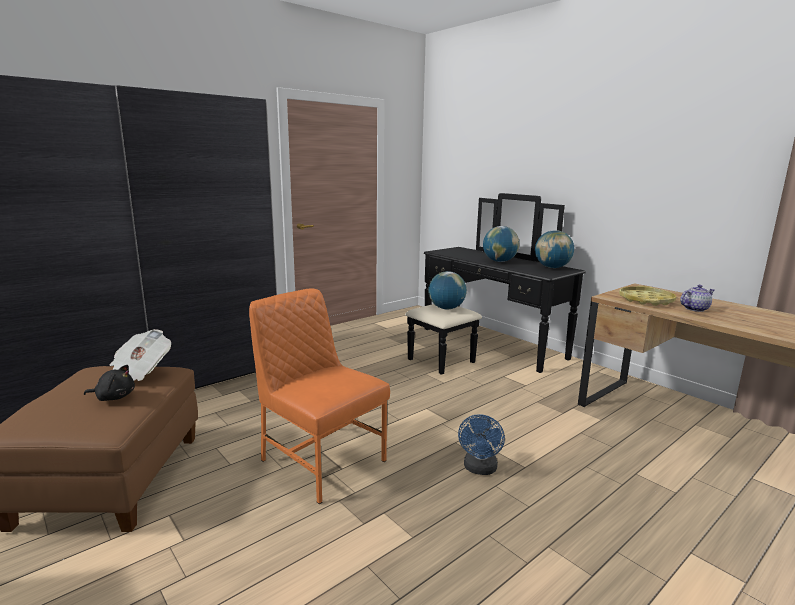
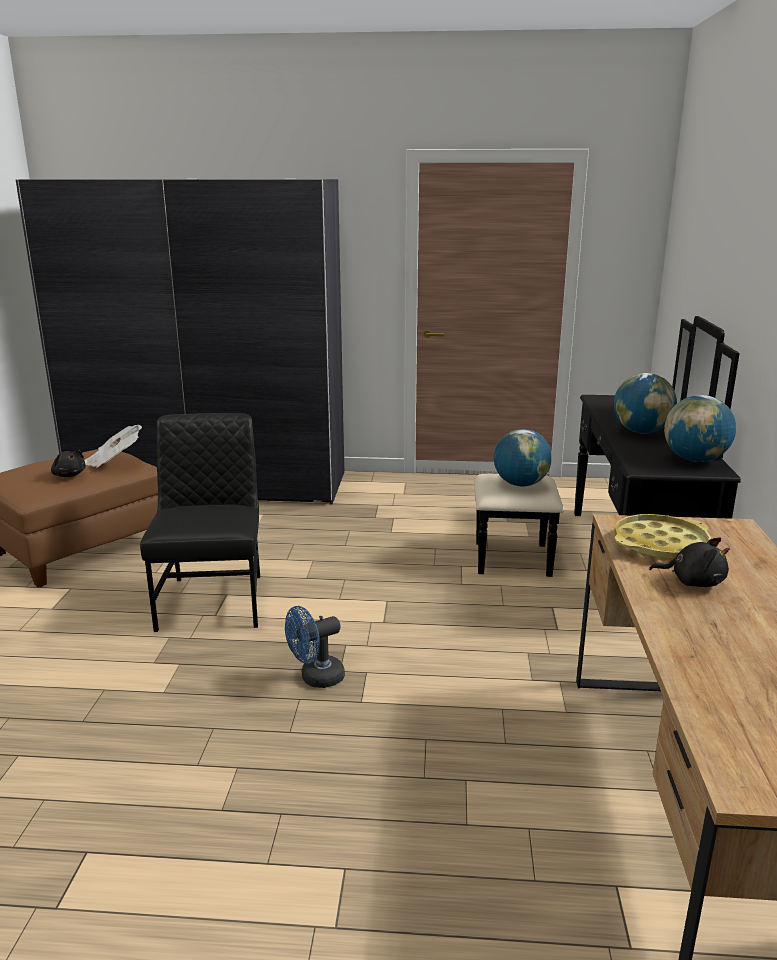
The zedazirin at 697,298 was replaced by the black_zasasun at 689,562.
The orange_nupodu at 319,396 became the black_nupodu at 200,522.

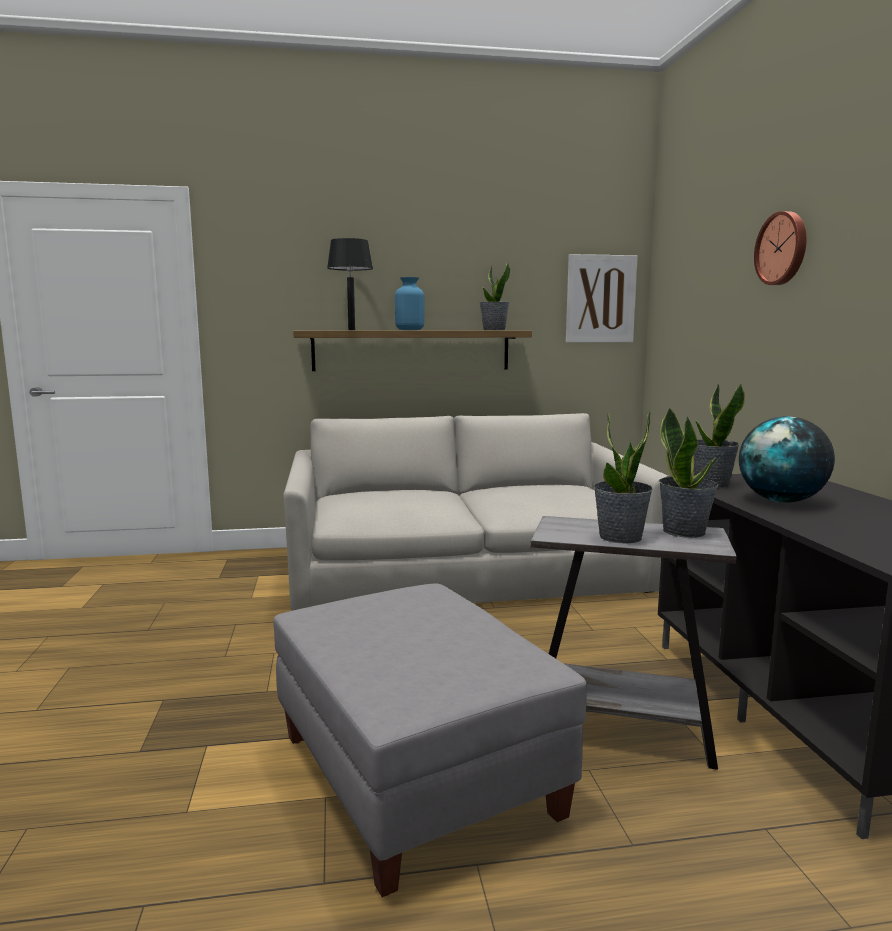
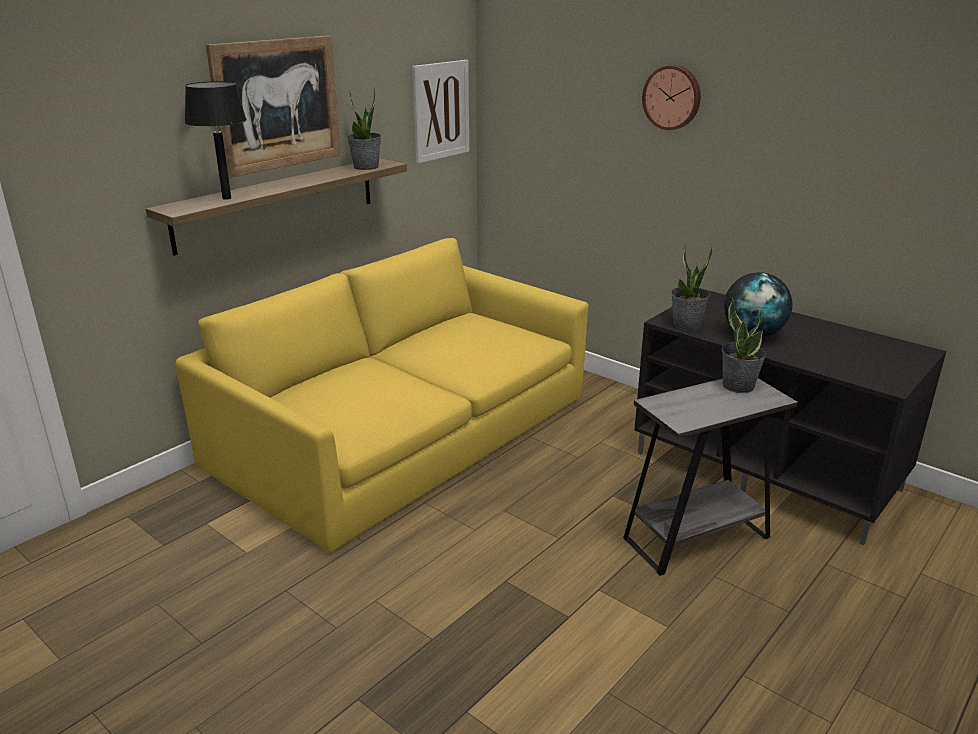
The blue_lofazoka at 410,303 disappeared.
The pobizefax at 623,477 disappeared.
The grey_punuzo at 475,512 became the yellow_punuzo at 382,395.
The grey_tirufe at 430,740 disappeared.
The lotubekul at 273,107 appeared.

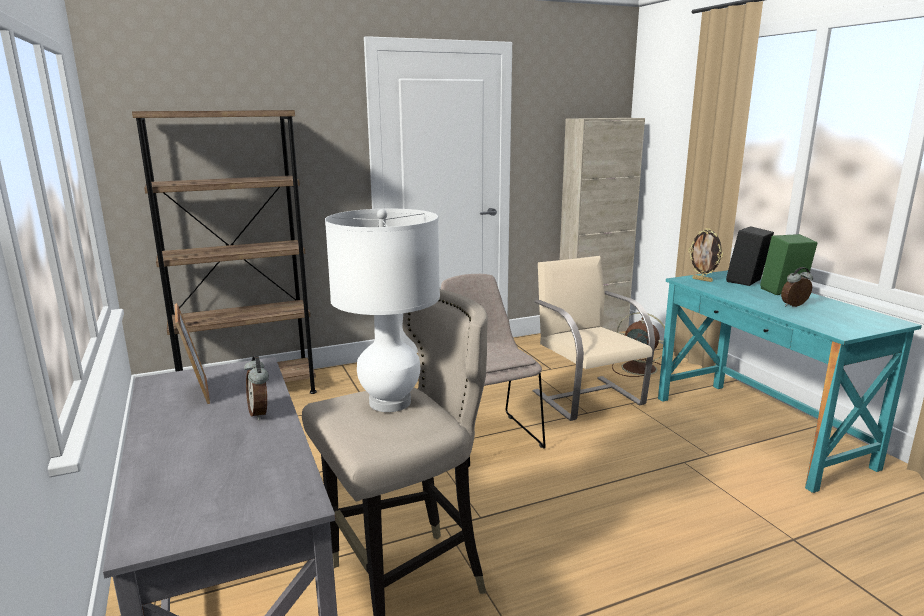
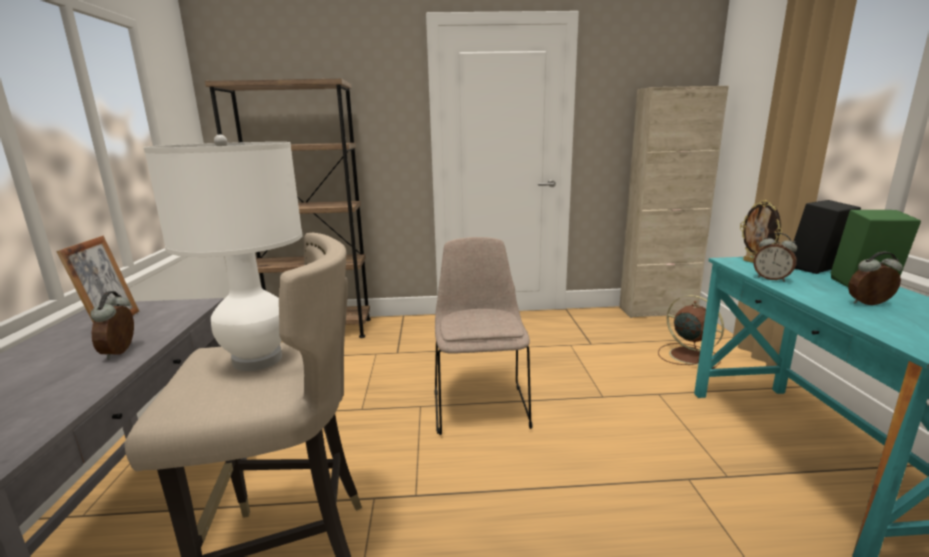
The beige_nupodu at 594,338 disappeared.
The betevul at 775,257 appeared.

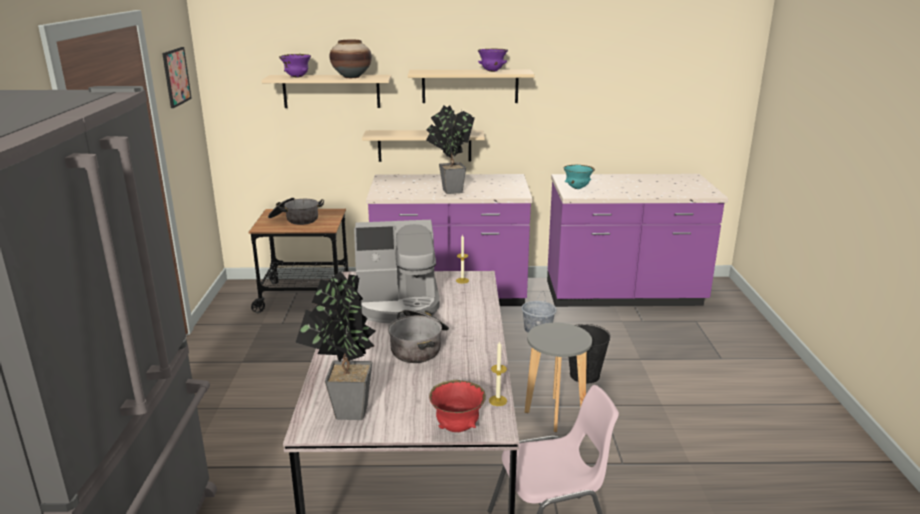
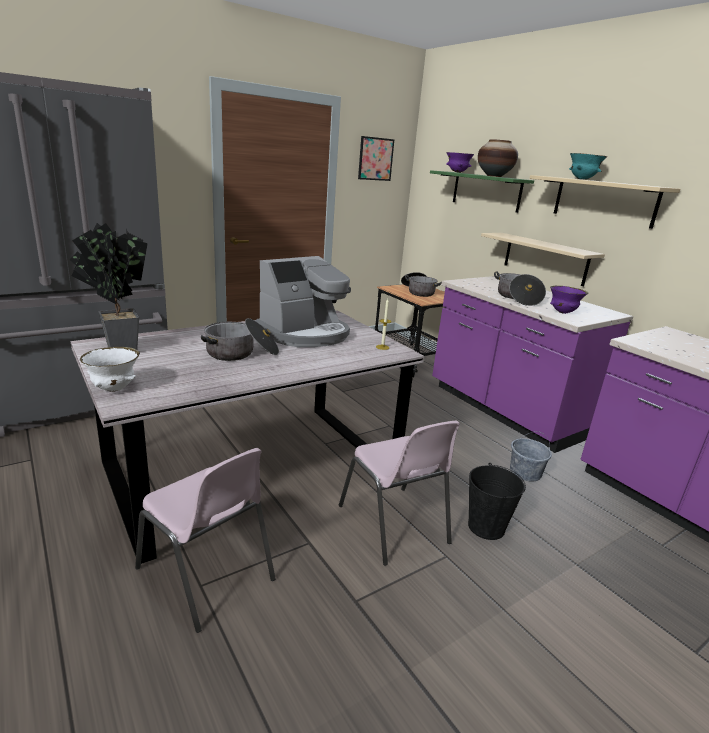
The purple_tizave moved from 492,60 to 569,300.
The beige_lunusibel at 326,91 became the green_lunusibel at 482,191.
The pobizefax at 450,149 was replaced by the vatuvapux at 520,288.
The turquoise_tizave moved from 579,177 to 588,166.
The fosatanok at 396,271 turned 90 degrees counterclockwise.
The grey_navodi at 558,377 was replaced by the pink_nupodu at 399,493.
The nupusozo at 498,373 disappeared.
The red_tizave at 457,406 became the white_tizave at 110,369.

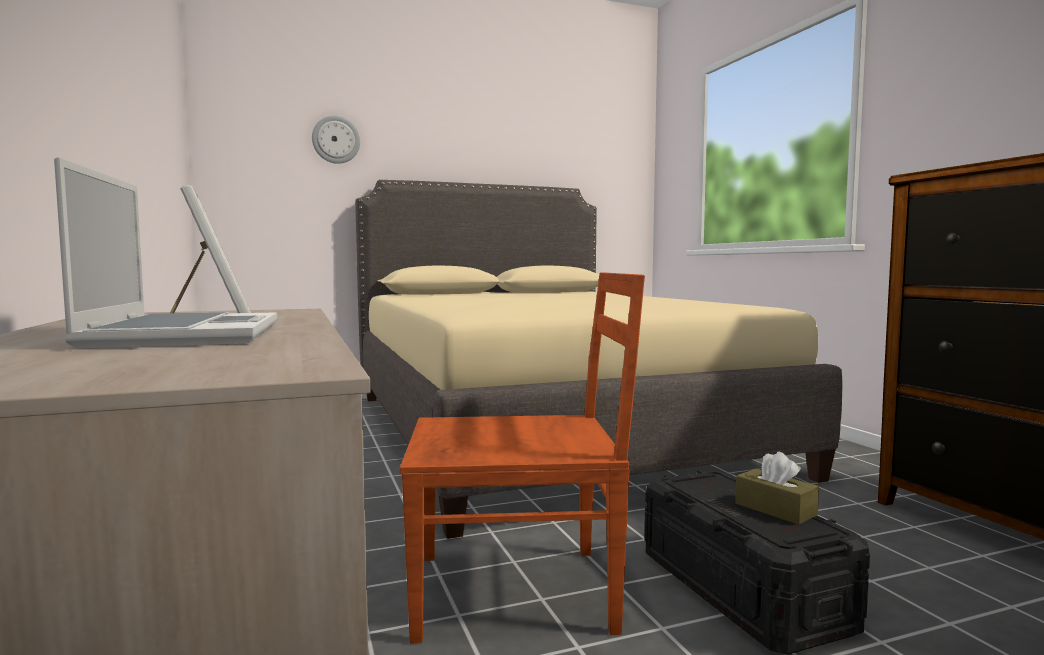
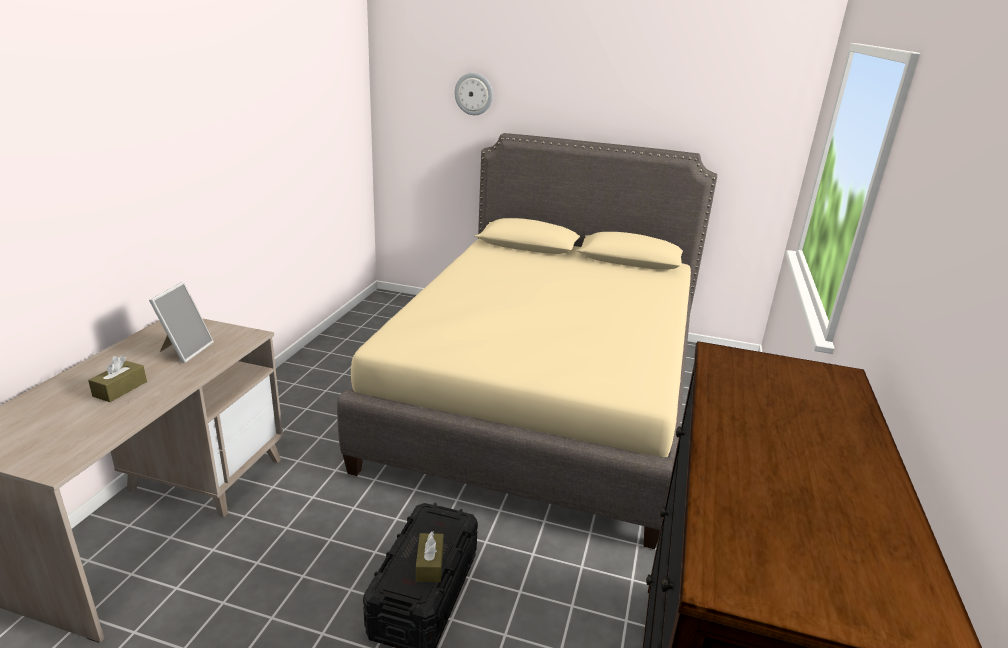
The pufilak at 165,253 was replaced by the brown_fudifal at 117,378.
The brown_nupodu at 522,458 disappeared.

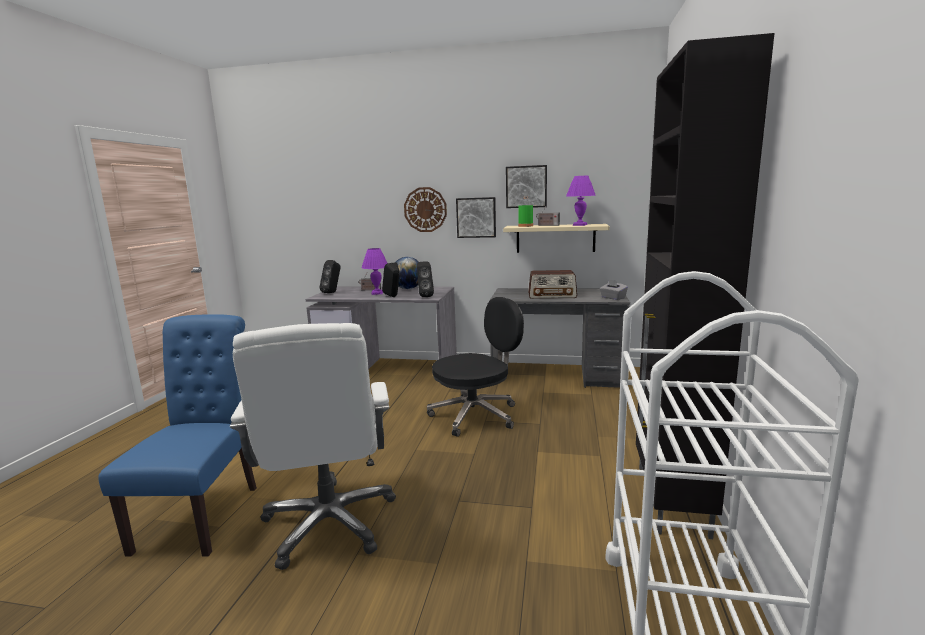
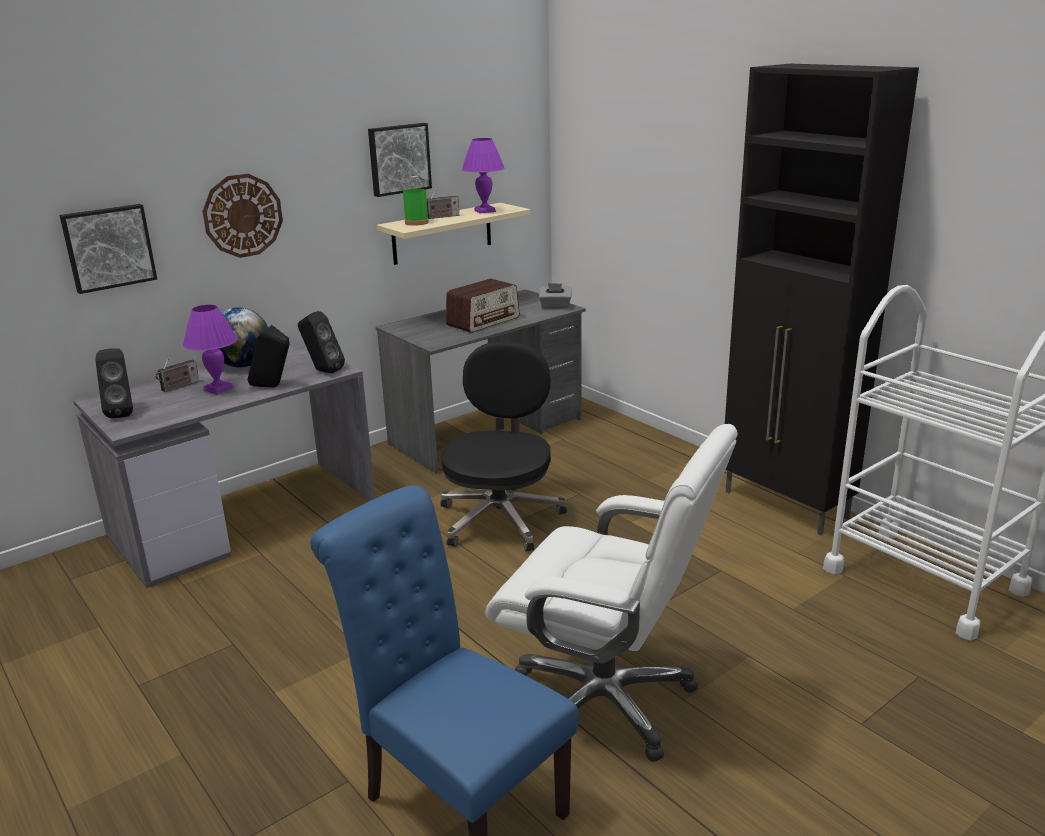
The lotubekul moved from 476,217 to 108,249.

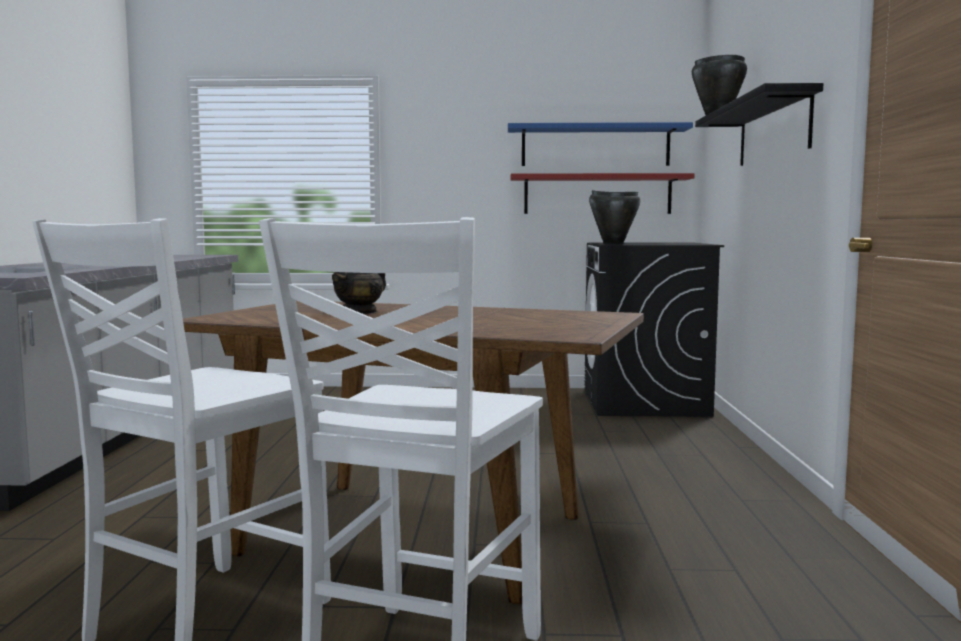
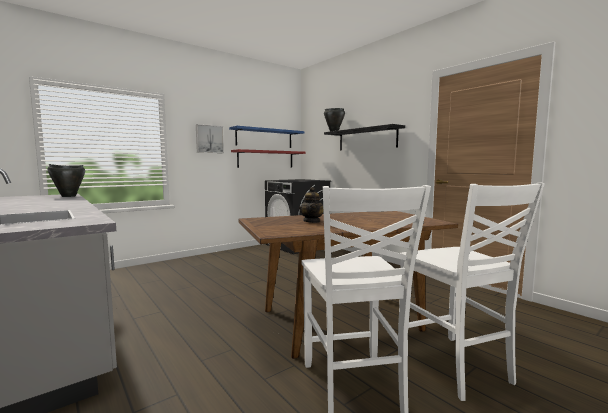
The black_vatuvapux moved from 614,217 to 66,180.
The lotubekul at 210,138 appeared.

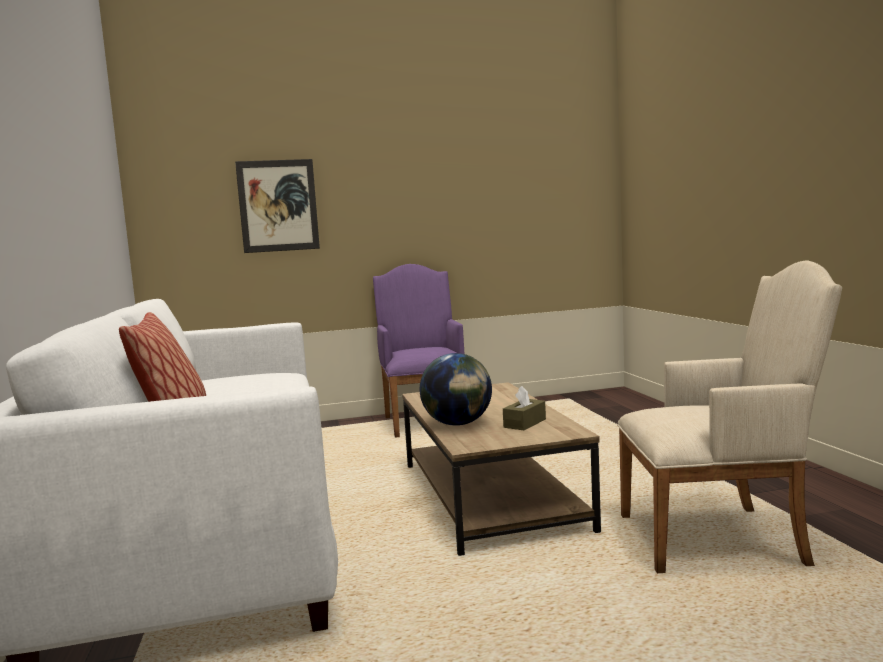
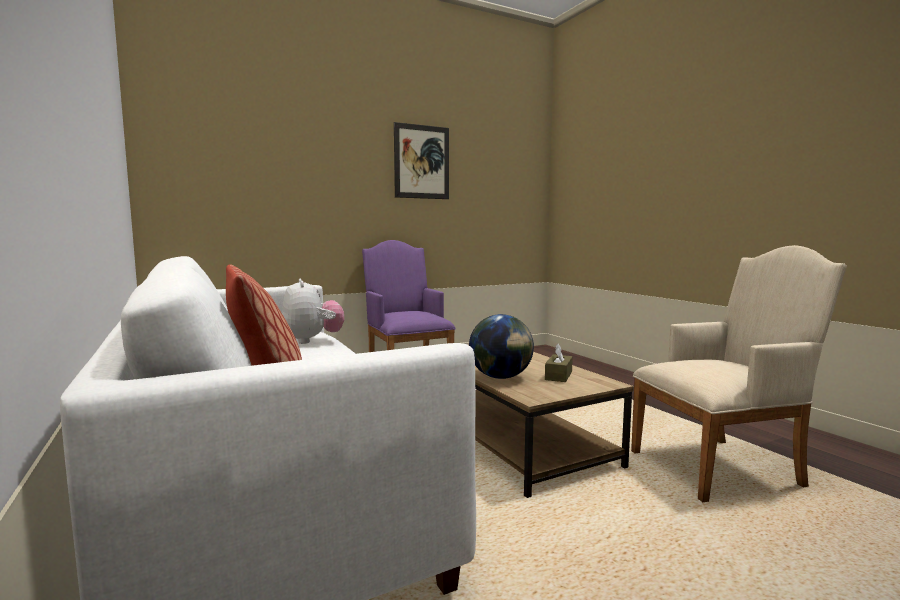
The lotubekul moved from 277,206 to 421,160.
The zasasun at 313,311 appeared.

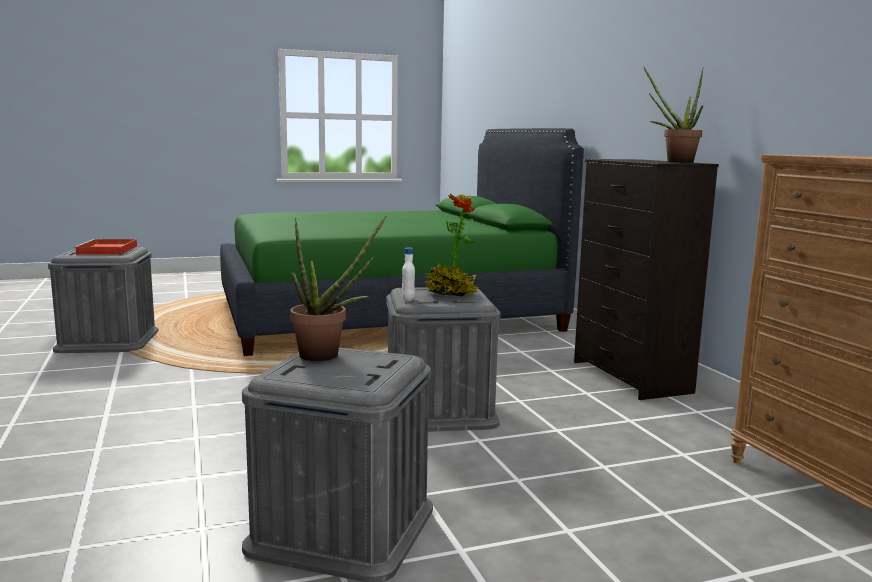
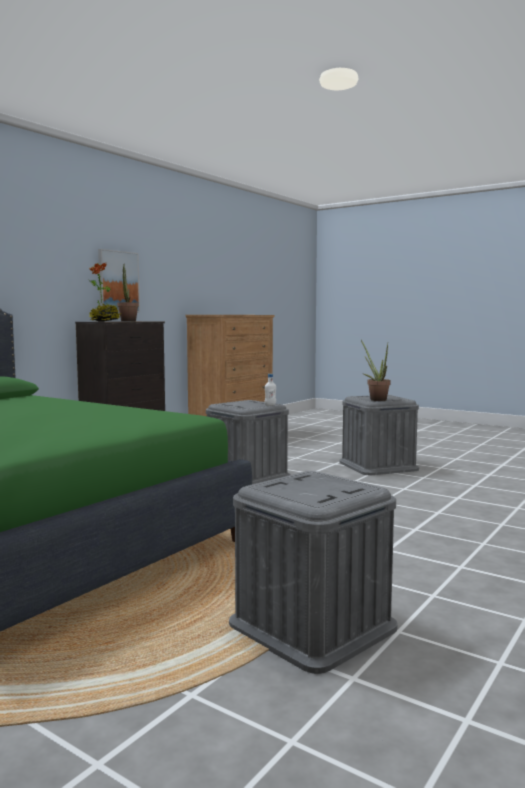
The pobizefax moved from 451,244 to 105,292.
The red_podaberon at 105,246 disappeared.
The lotubekul at 119,280 appeared.

